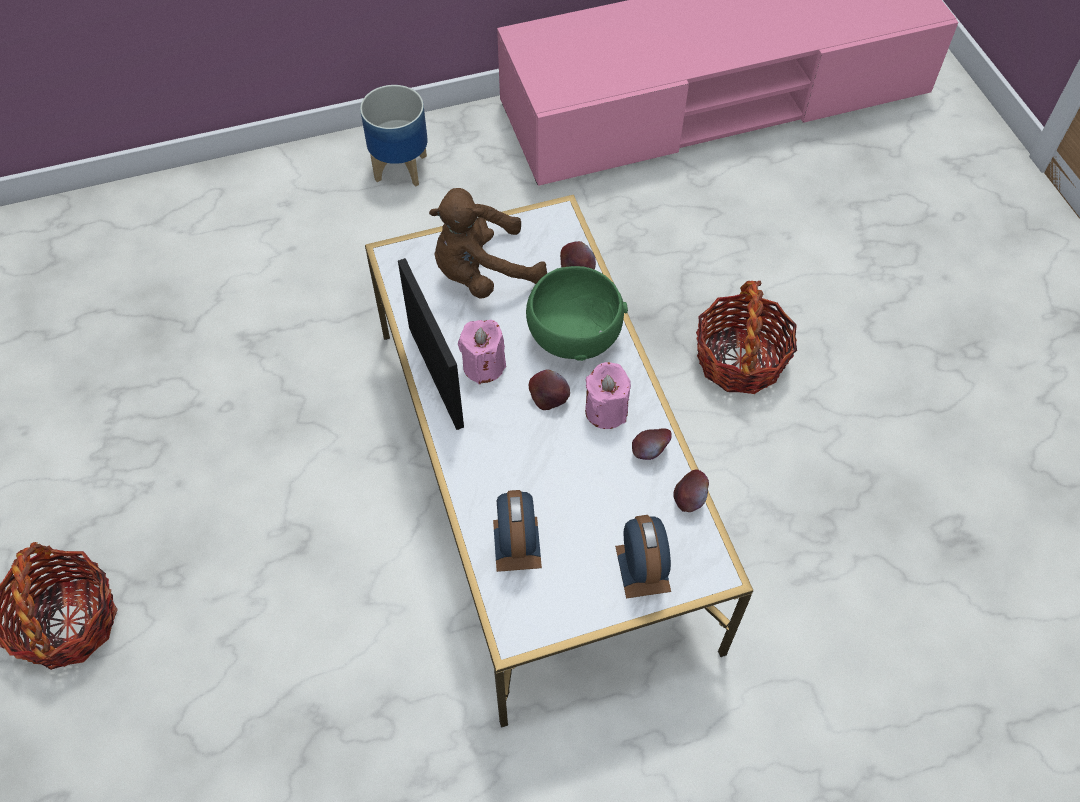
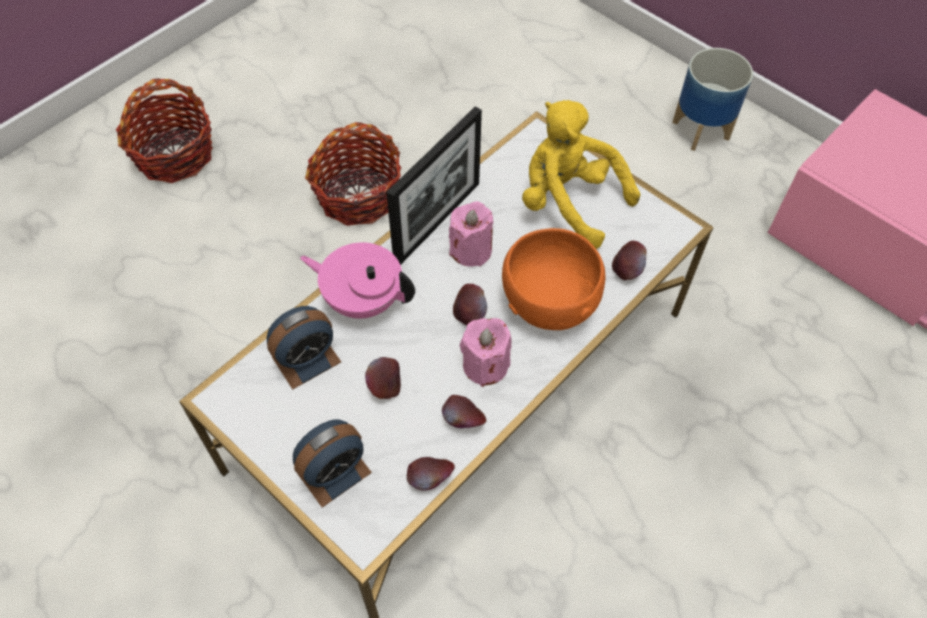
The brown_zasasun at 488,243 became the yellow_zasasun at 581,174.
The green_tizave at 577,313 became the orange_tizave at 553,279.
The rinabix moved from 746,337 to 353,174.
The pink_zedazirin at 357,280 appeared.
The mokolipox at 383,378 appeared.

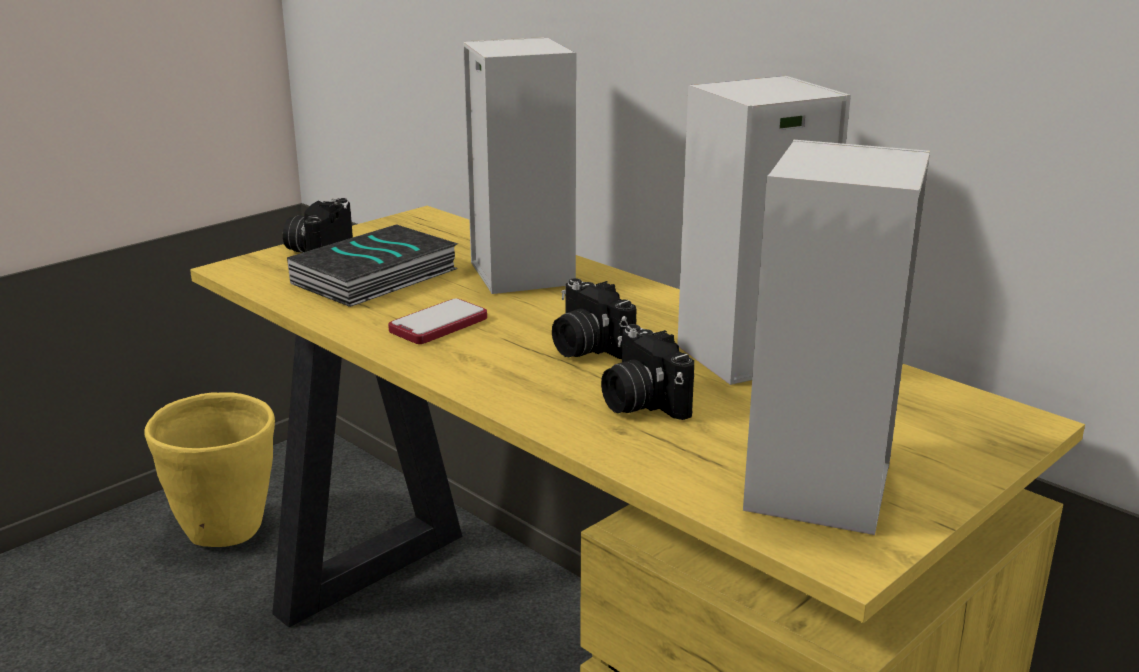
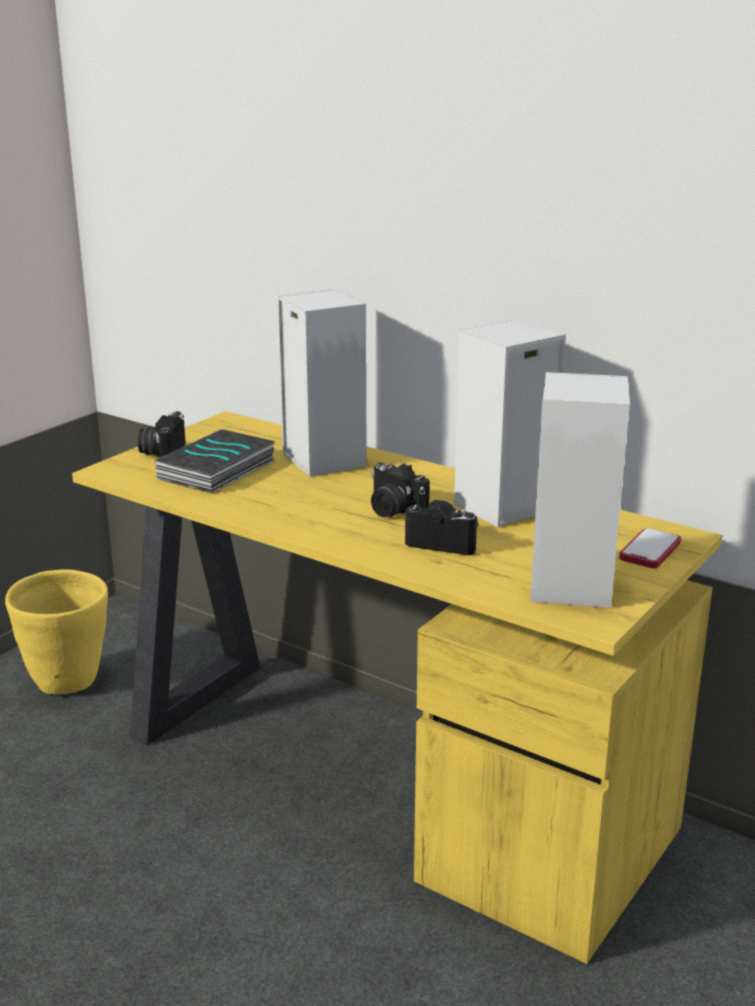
The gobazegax moved from 437,321 to 650,548.
The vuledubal at 647,372 turned 150 degrees clockwise.

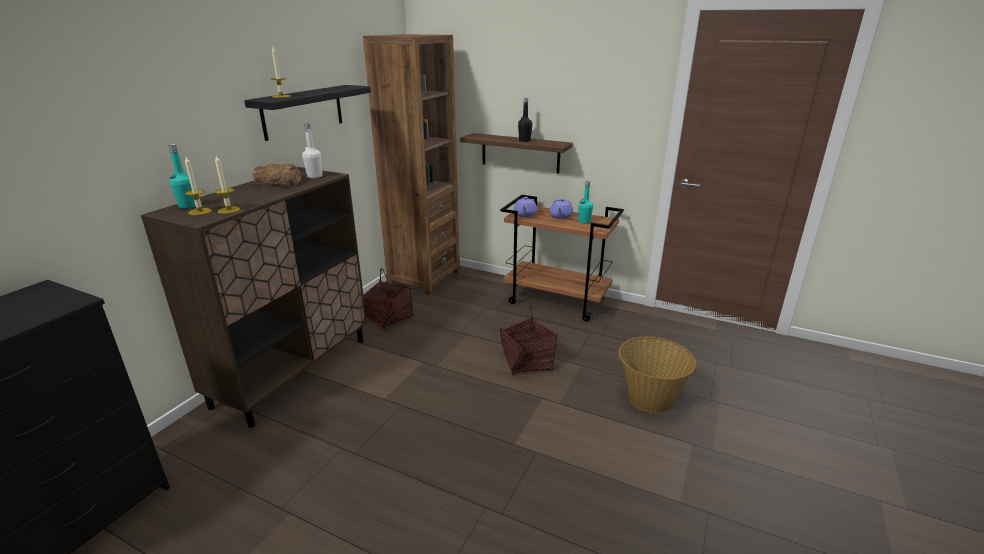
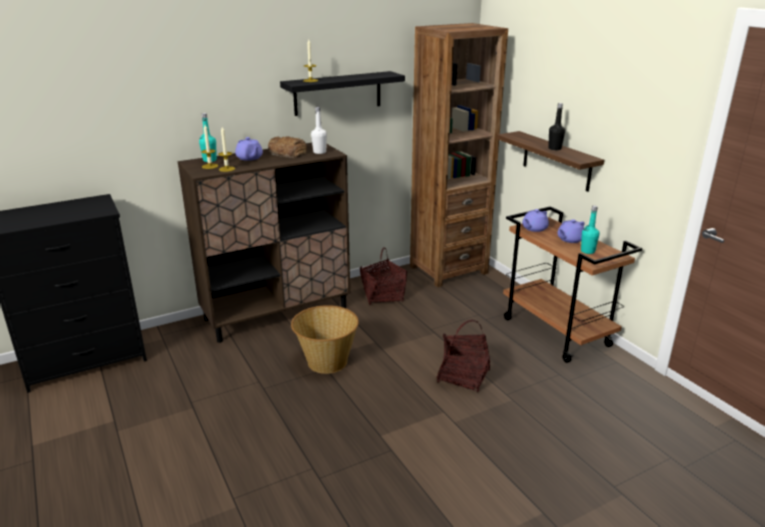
The rinabix moved from 657,375 to 325,339.
The purple_zedazirin at 249,149 appeared.

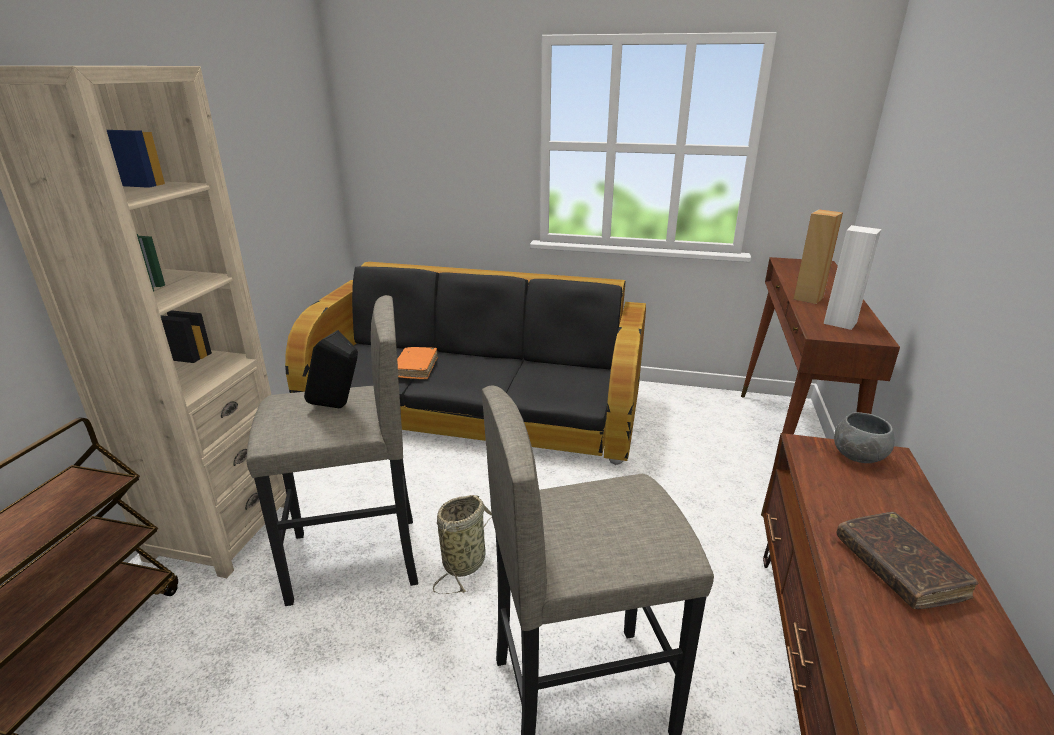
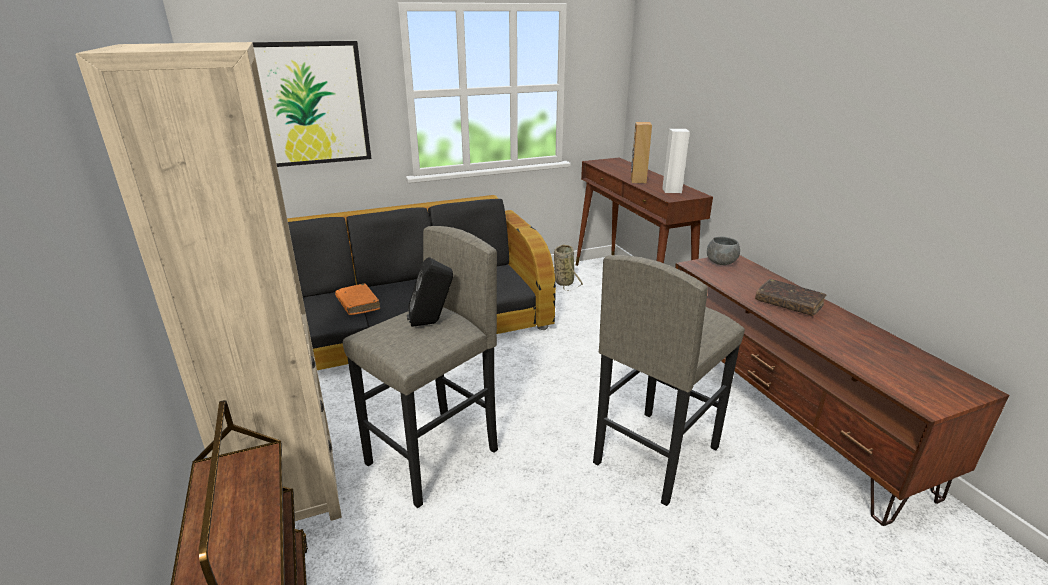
The rinabix moved from 462,544 to 568,268.
The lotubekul at 312,104 appeared.

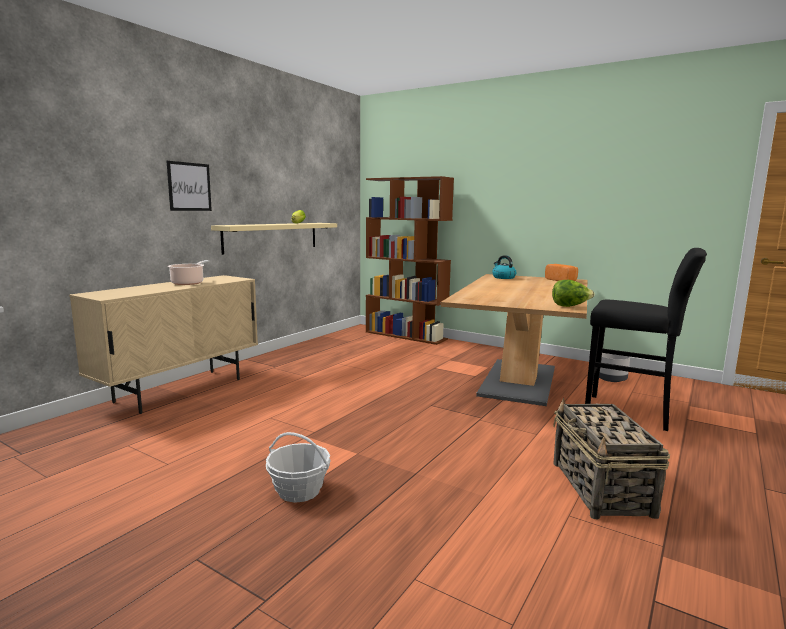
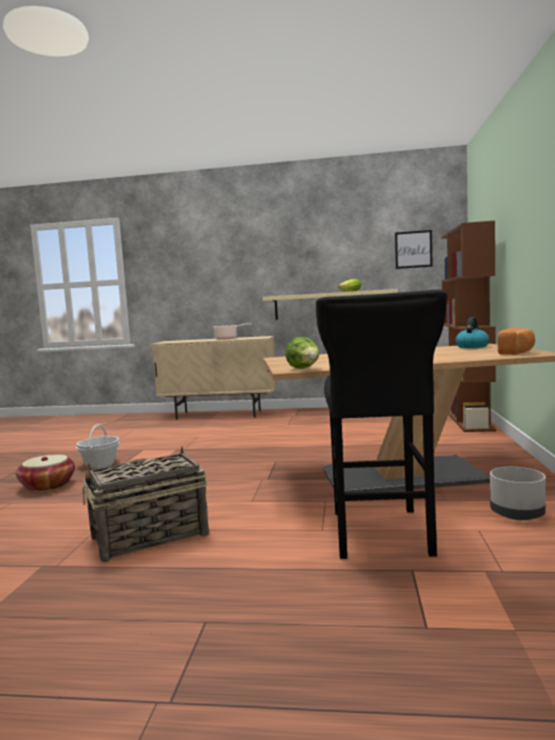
The lotubekul moved from 189,186 to 414,249.
The rinabix at 45,473 appeared.

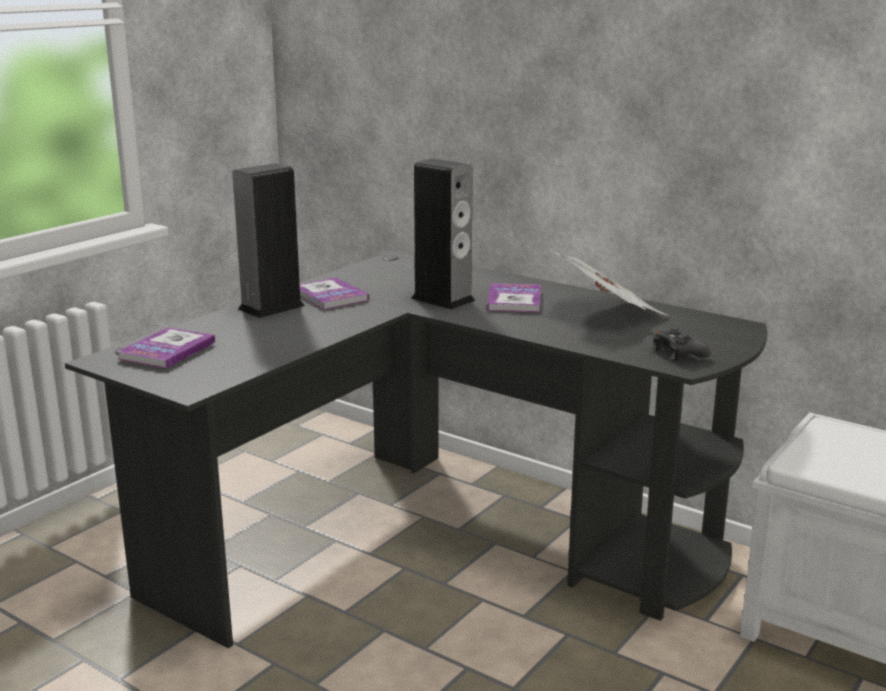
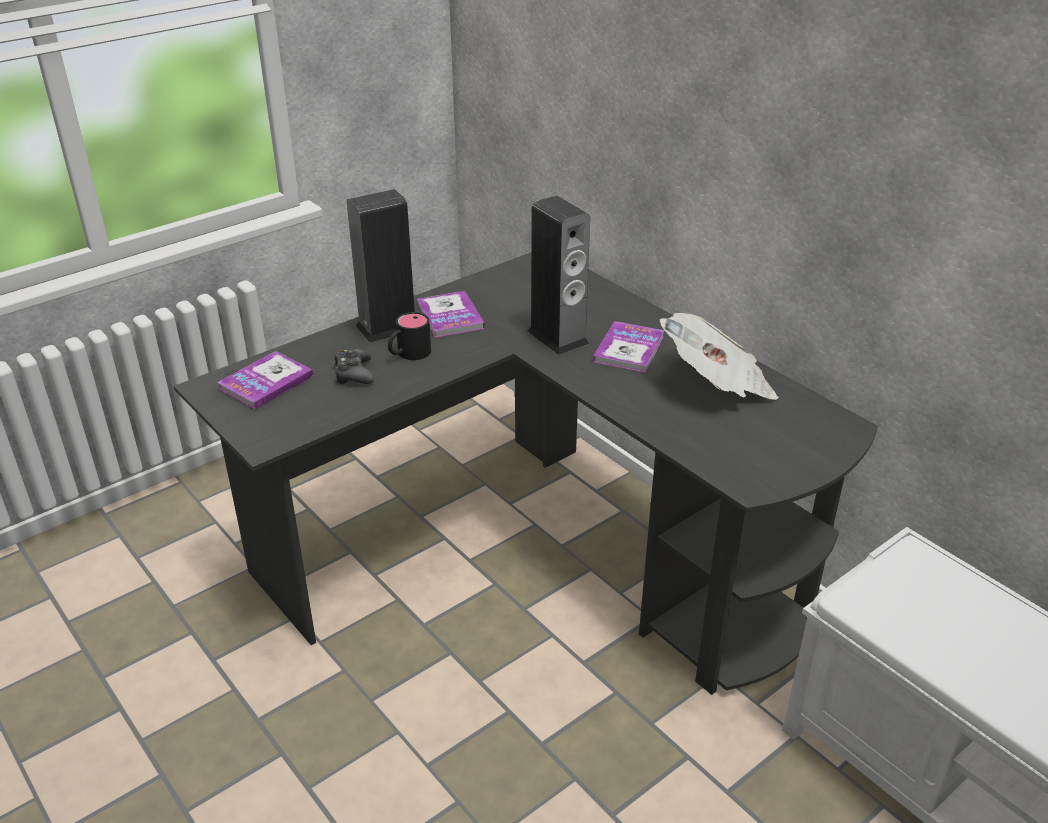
The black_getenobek moved from 681,344 to 354,366.
The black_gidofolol at 409,336 appeared.

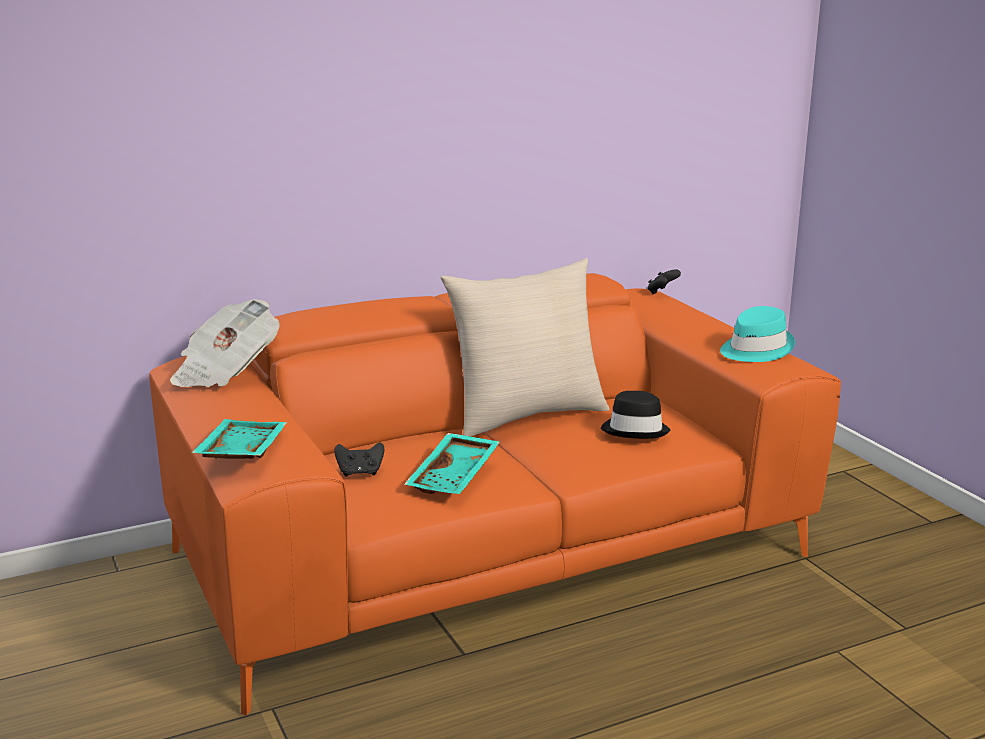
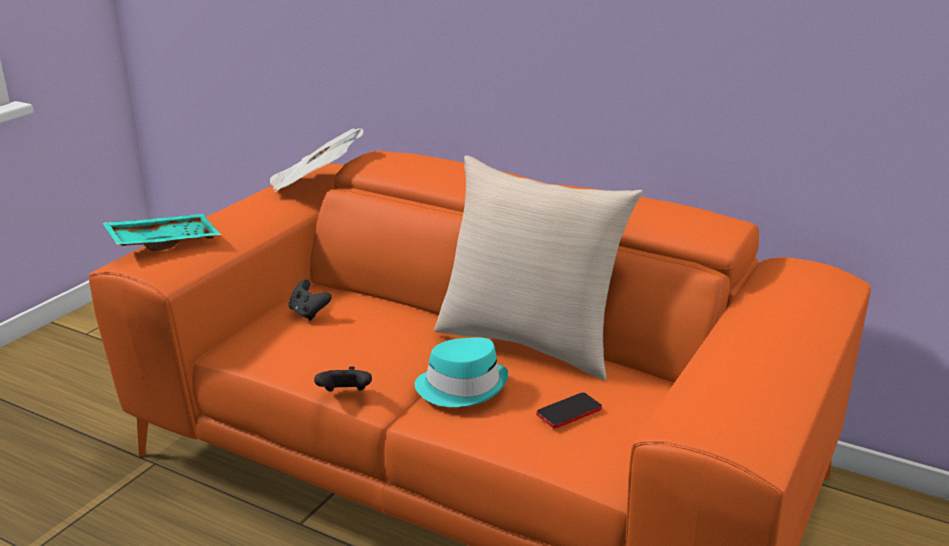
The black_getenobek moved from 664,282 to 343,378.
The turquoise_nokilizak moved from 757,334 to 461,372.
The black_nokilizak at 635,415 was replaced by the gobazegax at 569,410.
The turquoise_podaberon at 452,463 disappeared.

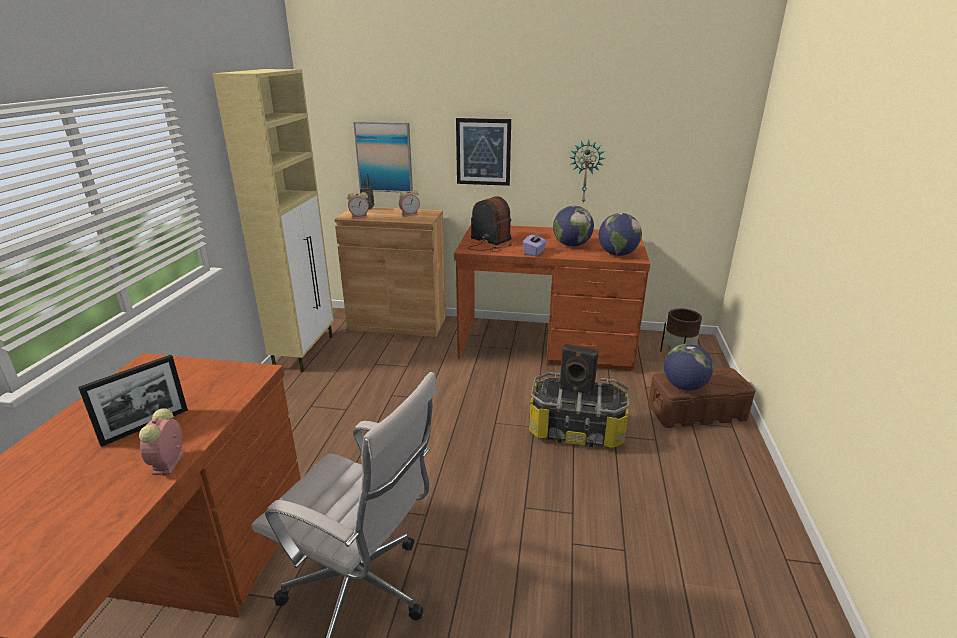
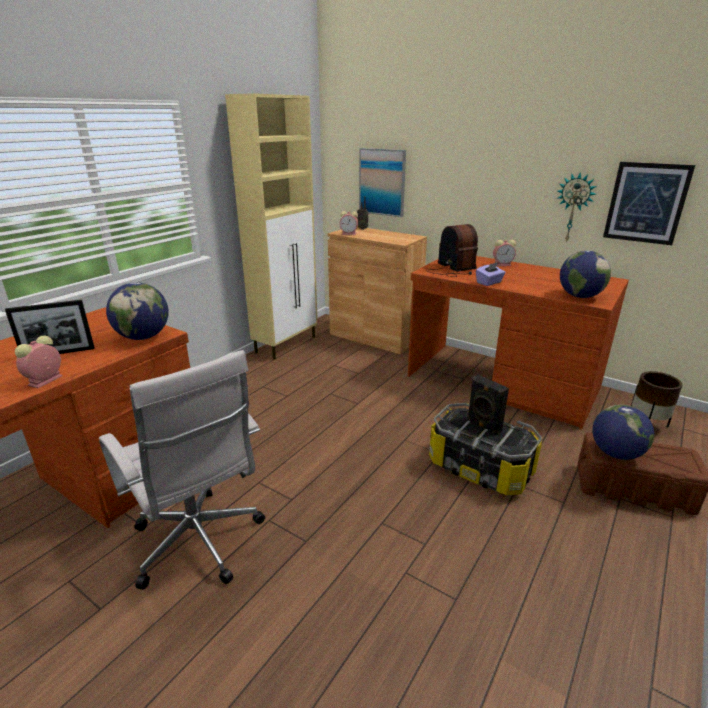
The lotubekul moved from 483,152 to 649,203.
The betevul moved from 409,203 to 504,253.
The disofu moved from 573,226 to 137,311.

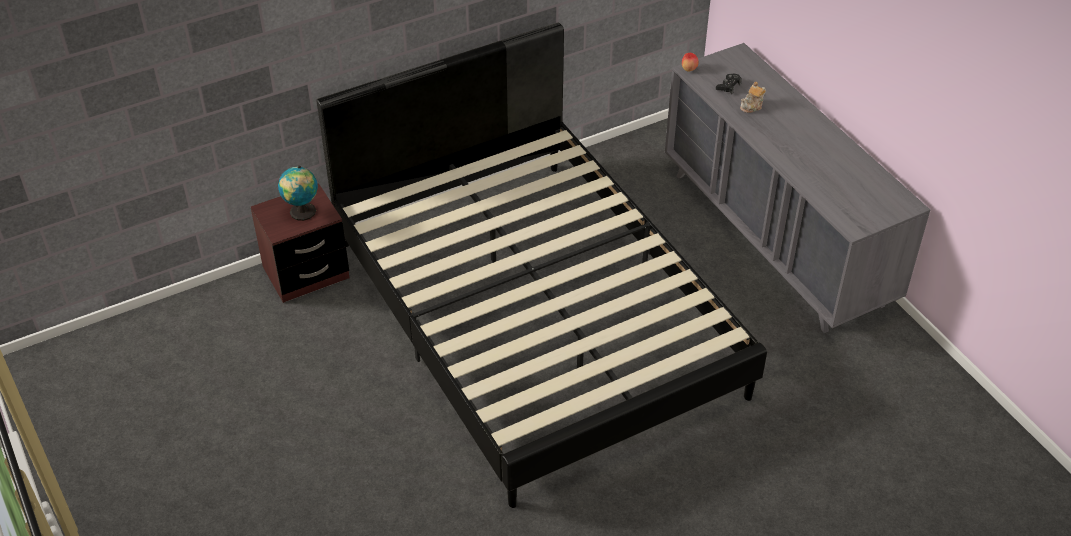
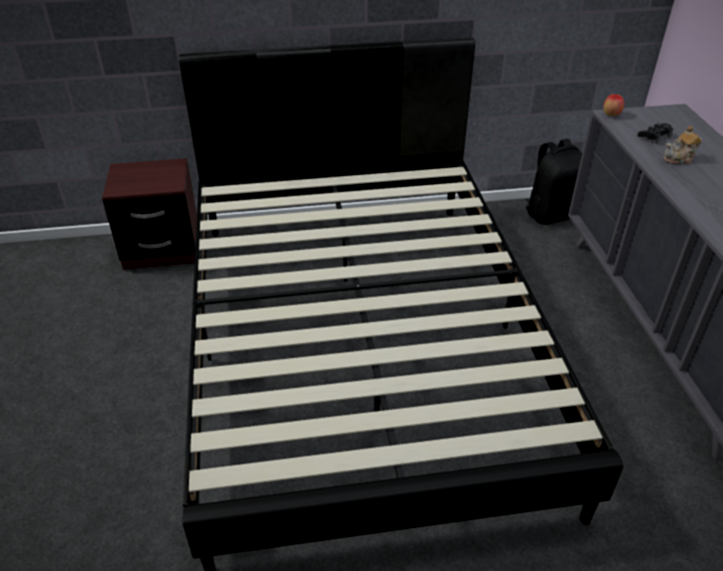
The disofu at 298,193 disappeared.
The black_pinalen at 553,182 appeared.

